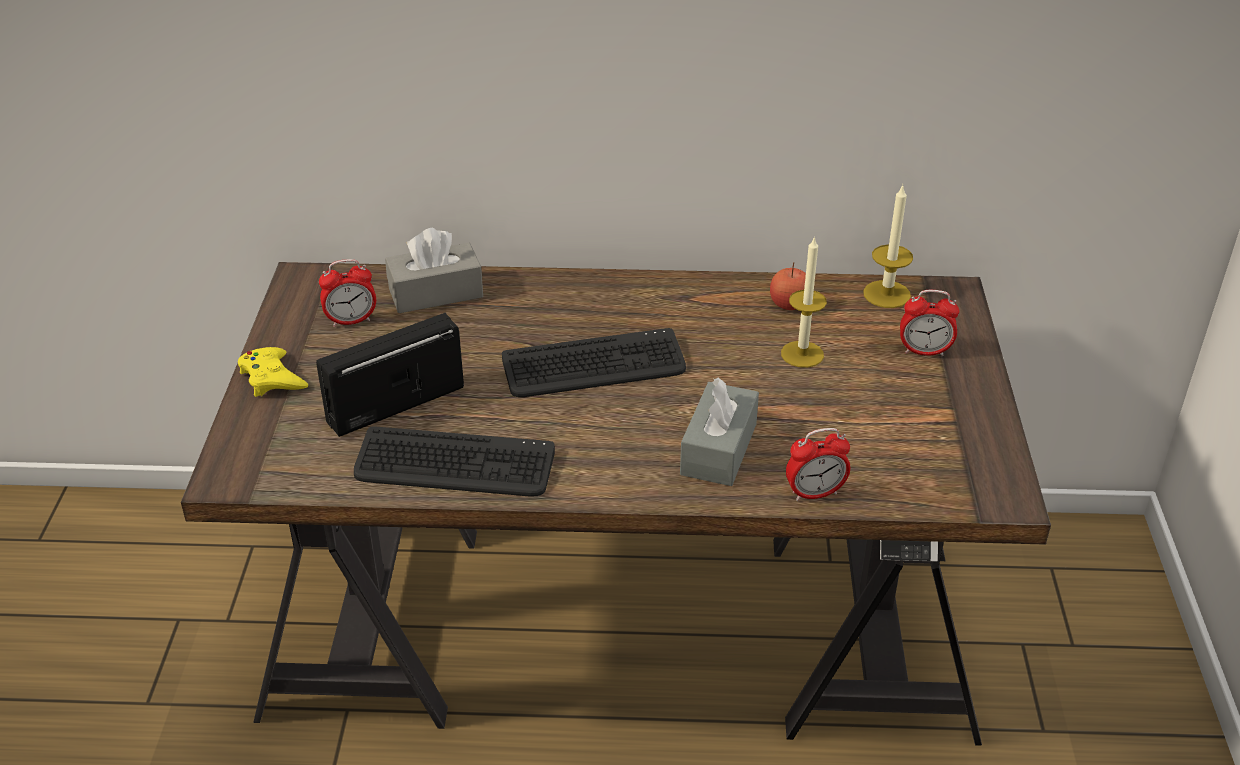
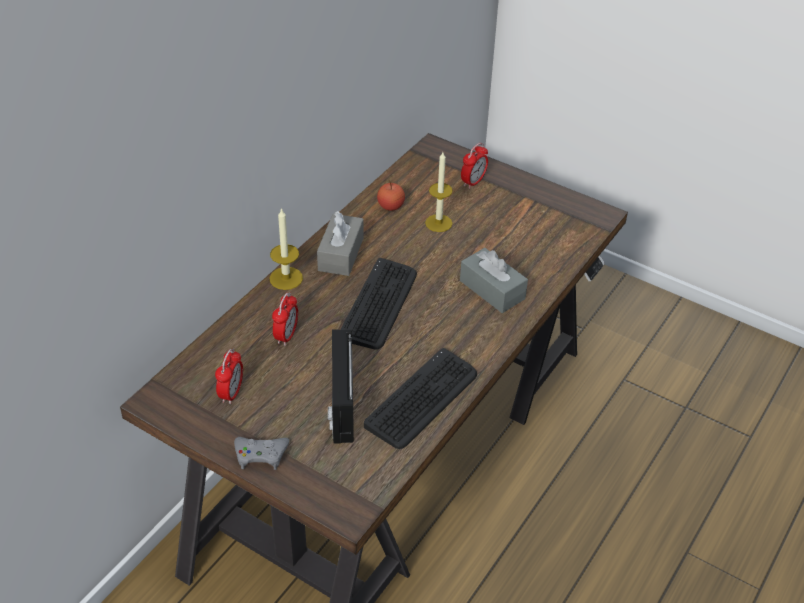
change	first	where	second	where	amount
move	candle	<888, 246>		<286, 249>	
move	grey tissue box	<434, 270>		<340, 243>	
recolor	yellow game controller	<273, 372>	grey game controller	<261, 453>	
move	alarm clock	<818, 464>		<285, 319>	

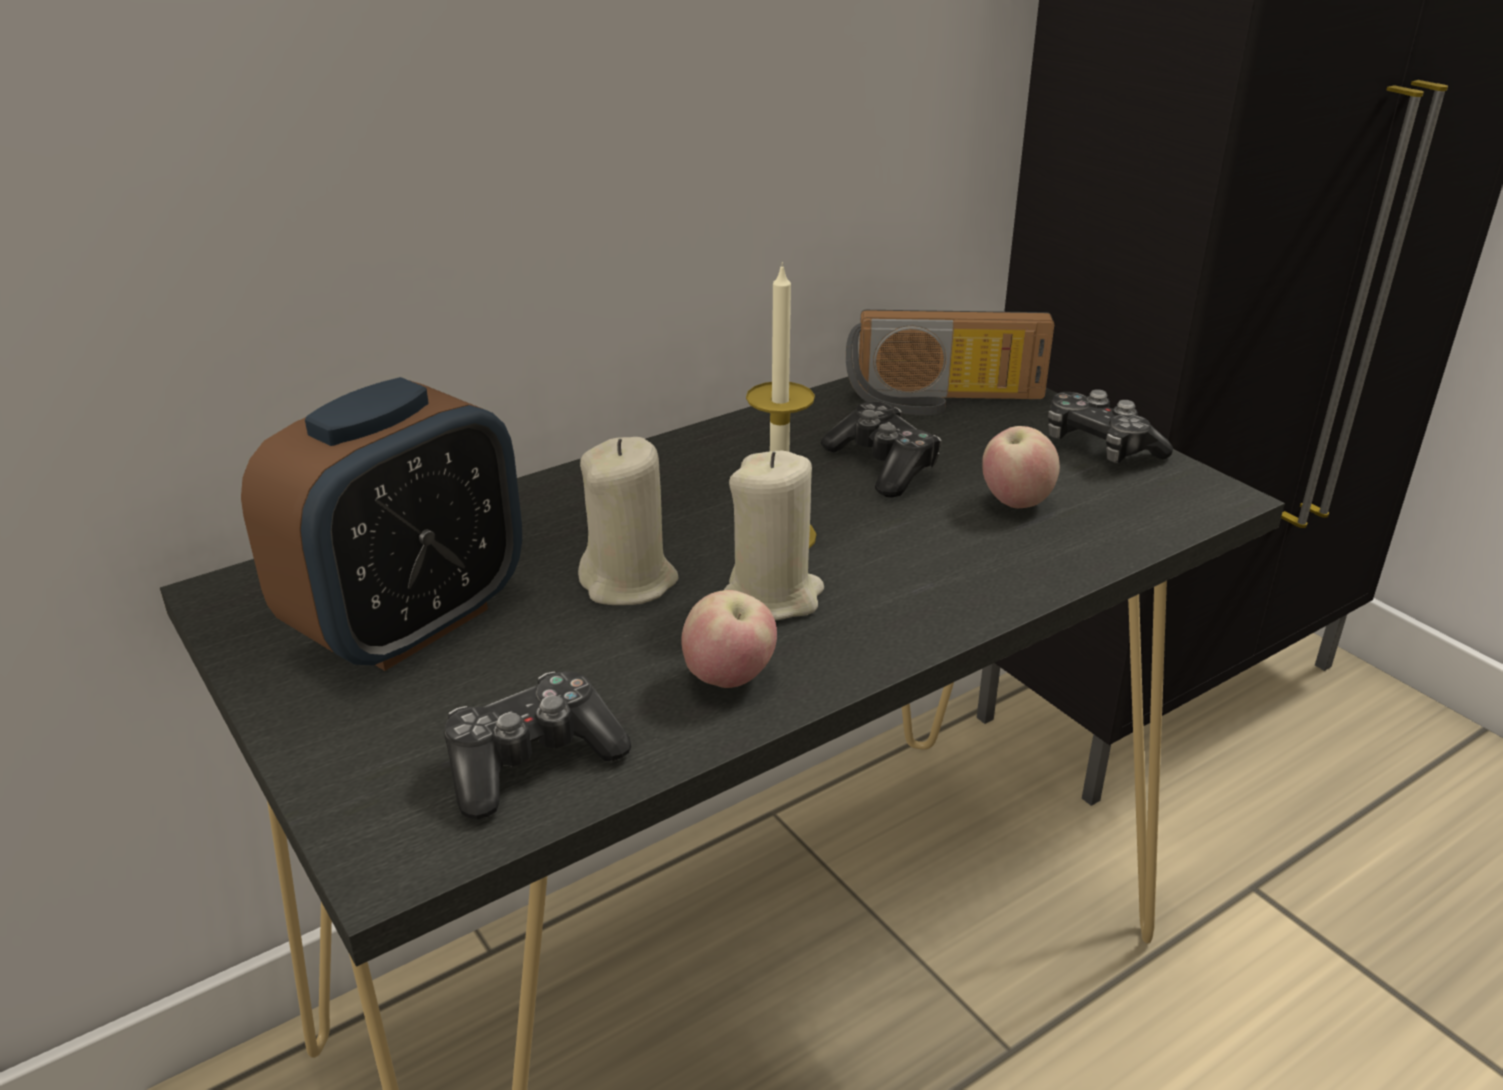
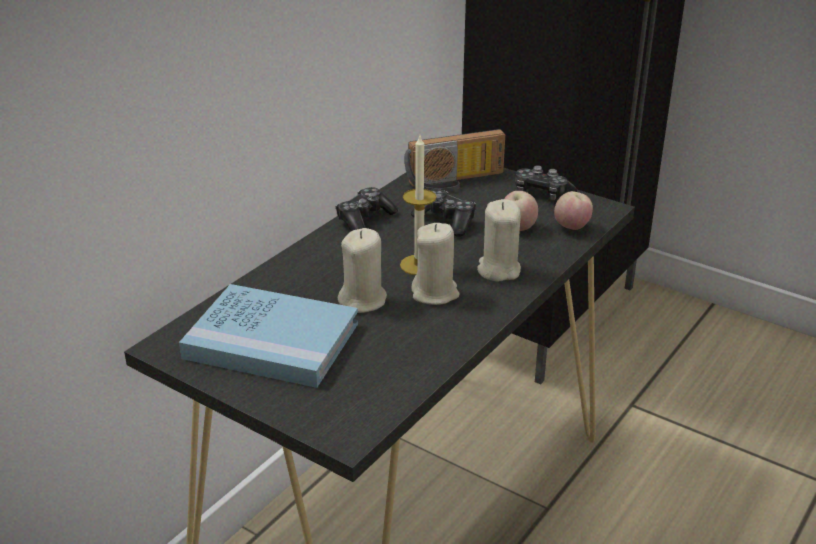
change	first	where	second	where	amount
replace	alarm clock	<381, 524>	blue book	<268, 336>	
move	apple	<729, 639>		<573, 210>	
move	game controller	<537, 745>		<366, 209>	
insert			beige candle	<499, 240>	

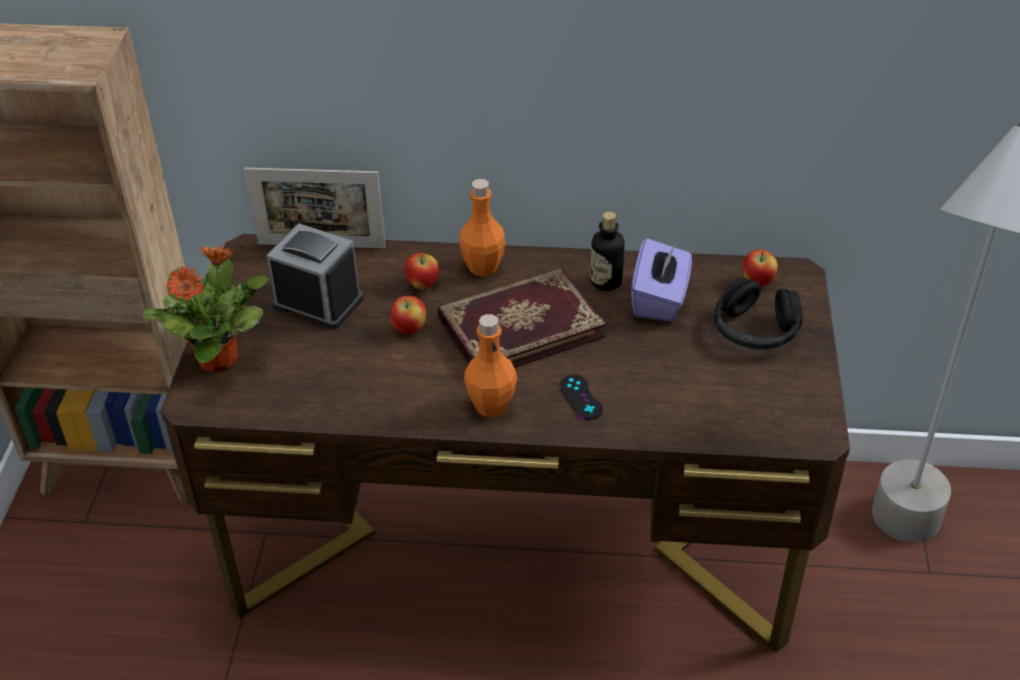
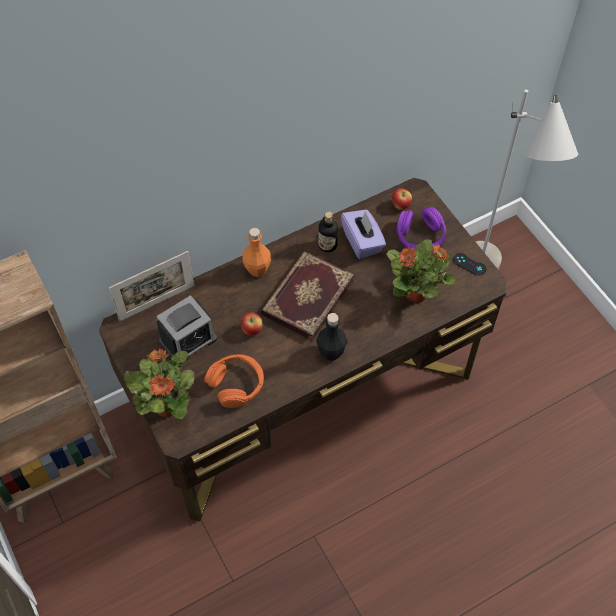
change	first	where	second	where	amount
rotate	alarm clock	<314, 276>		<187, 330>	150 degrees clockwise
delete	apple	<421, 271>			
recolor	black headphones	<758, 313>	purple headphones	<421, 228>	
recolor	orange bottle	<490, 365>	black bottle	<331, 336>	
move	black game controller	<581, 397>		<469, 264>	
insert			potted plant	<421, 271>	
insert			orange headphones	<234, 381>	

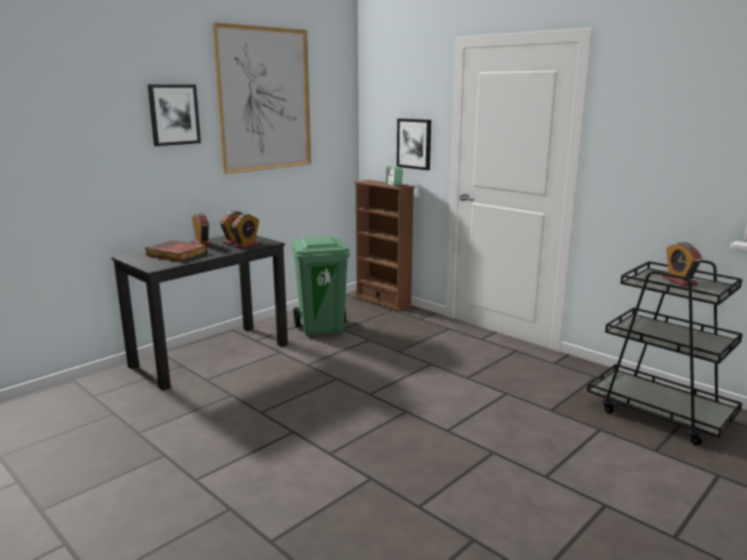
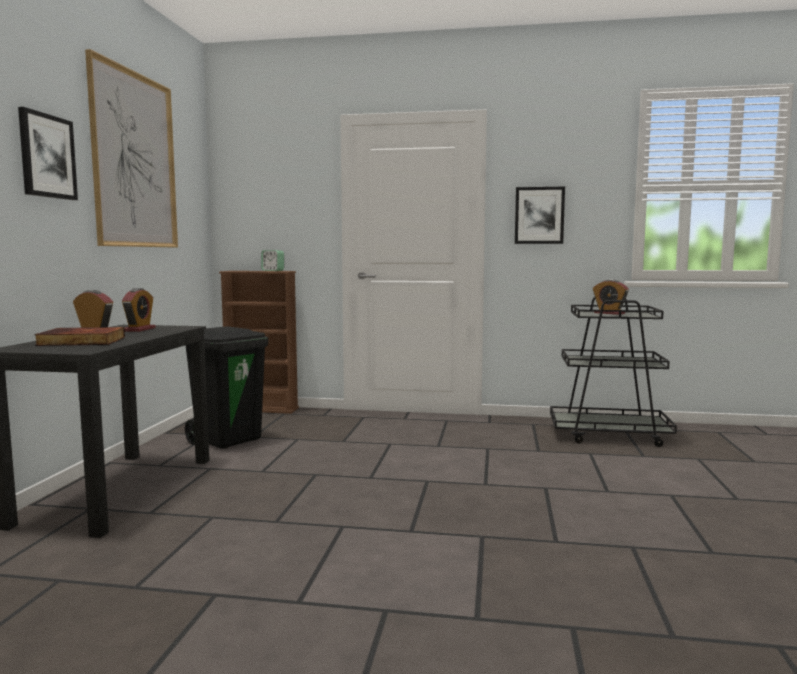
change	first	where	second	where	amount
move	picture	<414, 144>		<540, 215>	
delete	alarm clock	<245, 231>			
recolor	green trash can	<320, 286>	black trash can	<226, 387>	

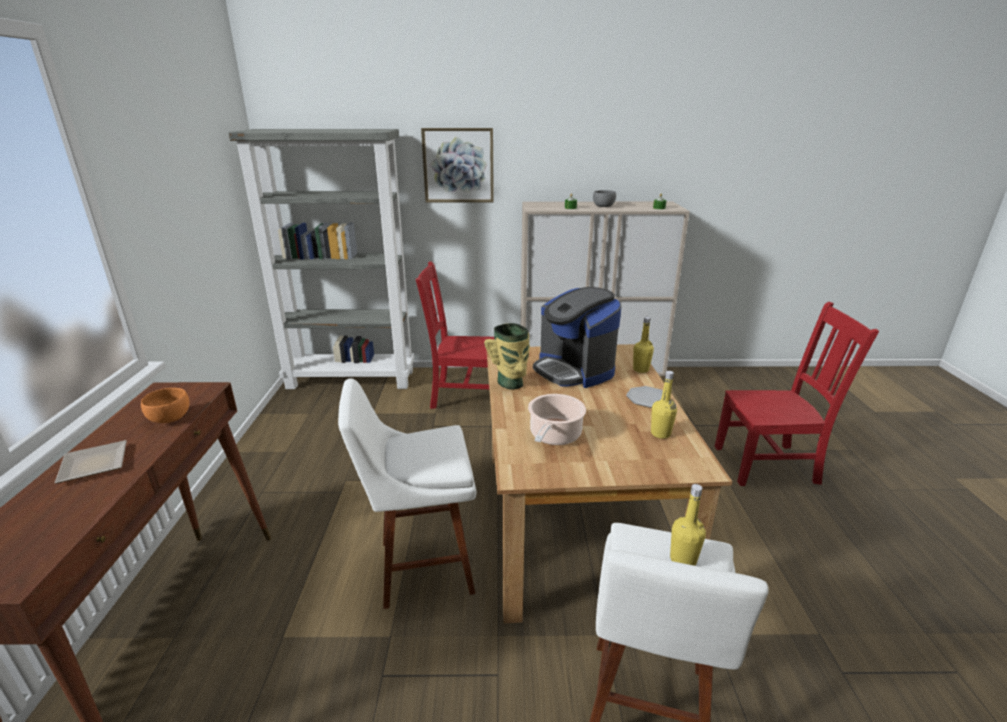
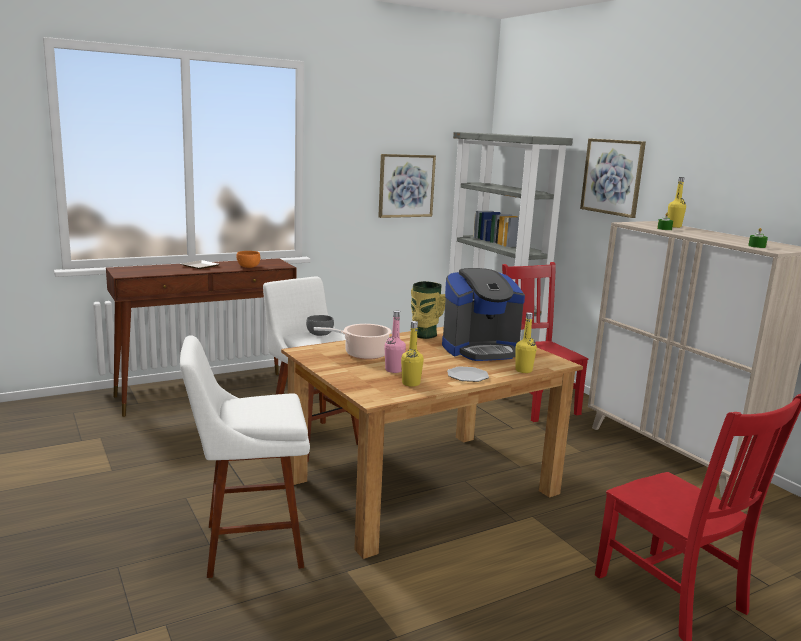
change	first	where	second	where	amount
move	grey bowl	<604, 198>		<320, 325>	
rotate	coffee machine	<577, 337>		<483, 314>	135 degrees counterclockwise
move	yellow bottle	<688, 525>		<676, 202>	
insert			picture	<407, 186>	
insert			pink bottle	<395, 342>	

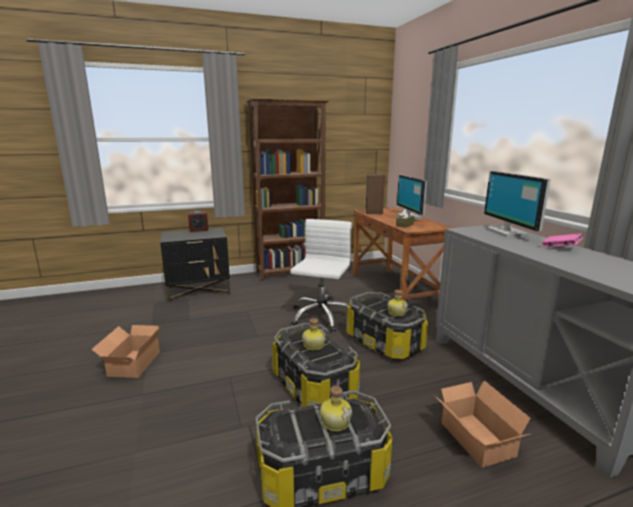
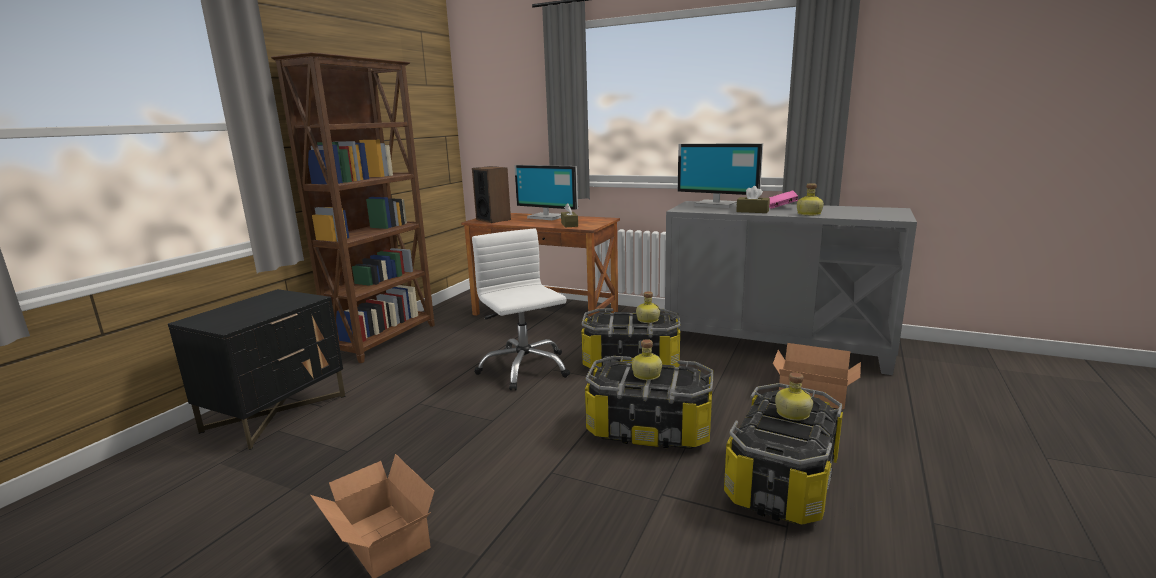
change	first	where	second	where	amount
delete	alarm clock	<198, 221>			
insert			bottle	<810, 199>	
insert			brown tissue box	<753, 199>	

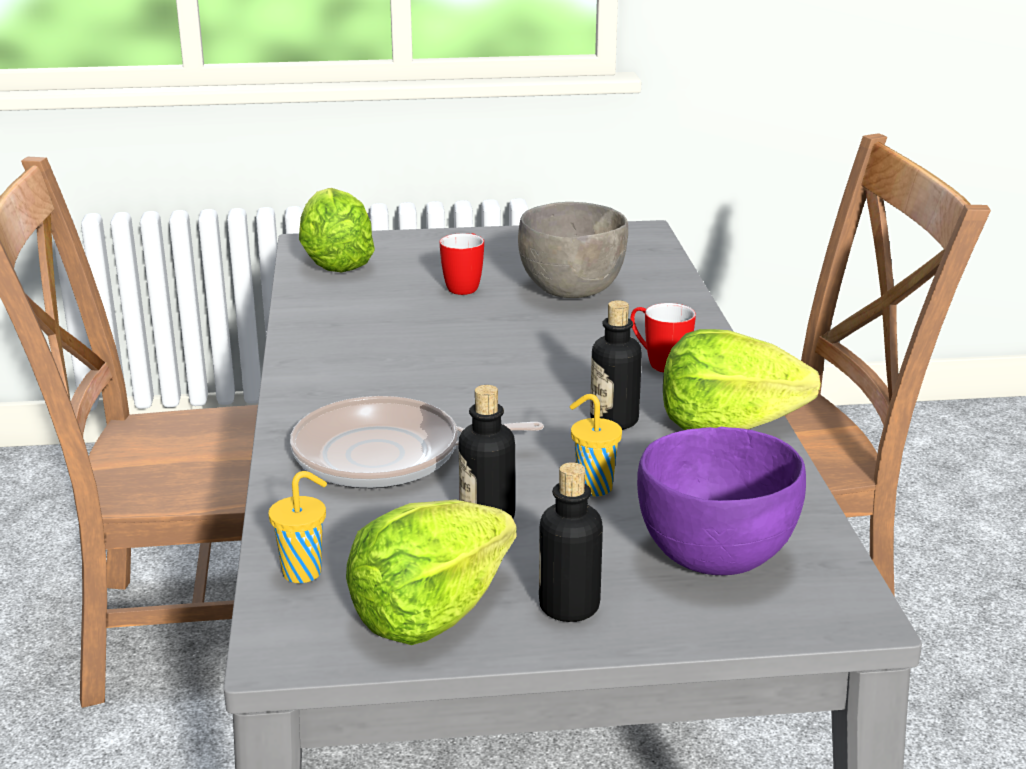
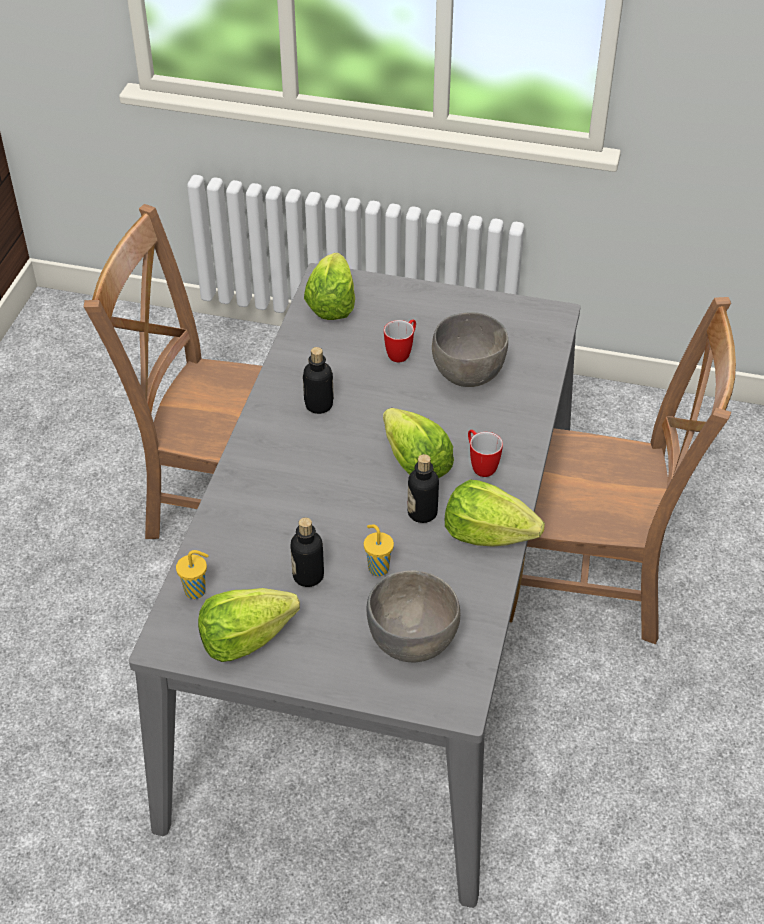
change	first	where	second	where	amount
delete	frying pan	<417, 442>			
recolor	purple bowl	<721, 501>	grey bowl	<413, 616>	
move	bottle	<571, 542>		<318, 380>	
insert			lettuce	<418, 443>	

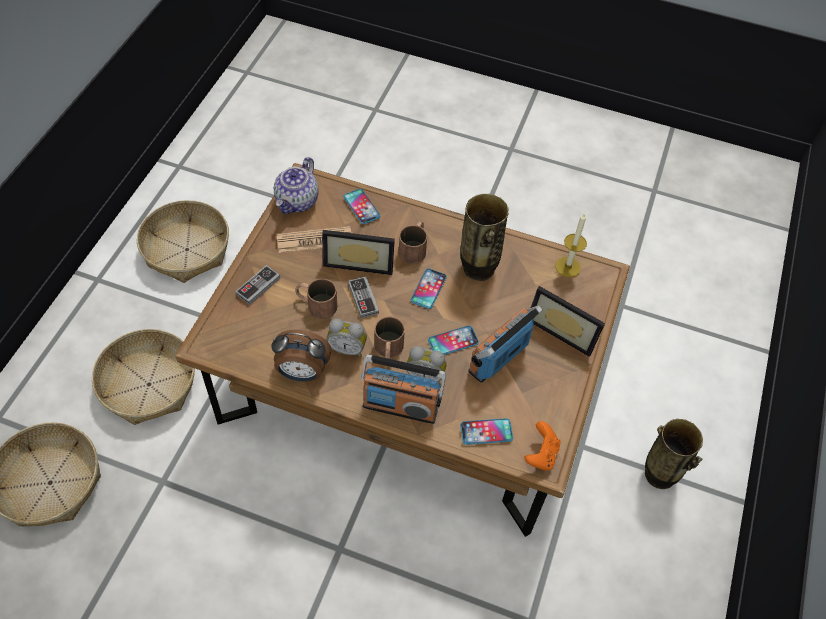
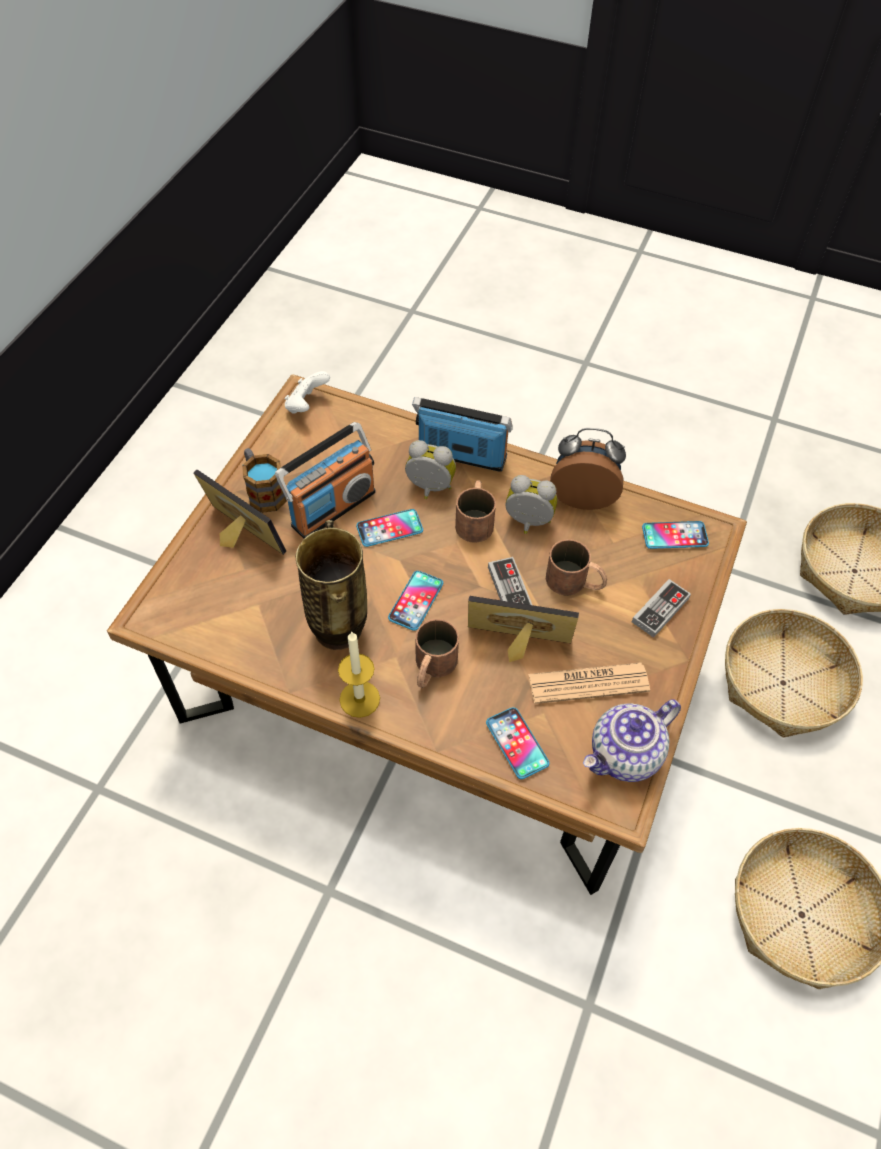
change	first	where	second	where	amount
rotate	teapot	<296, 185>		<632, 740>	150 degrees counterclockwise
move	candle	<571, 245>		<359, 674>	
move	phone	<486, 431>		<675, 535>	
delete	vase	<674, 454>			
recolor	orange game controller	<542, 445>	white game controller	<307, 392>	
insert			mug	<264, 480>	

